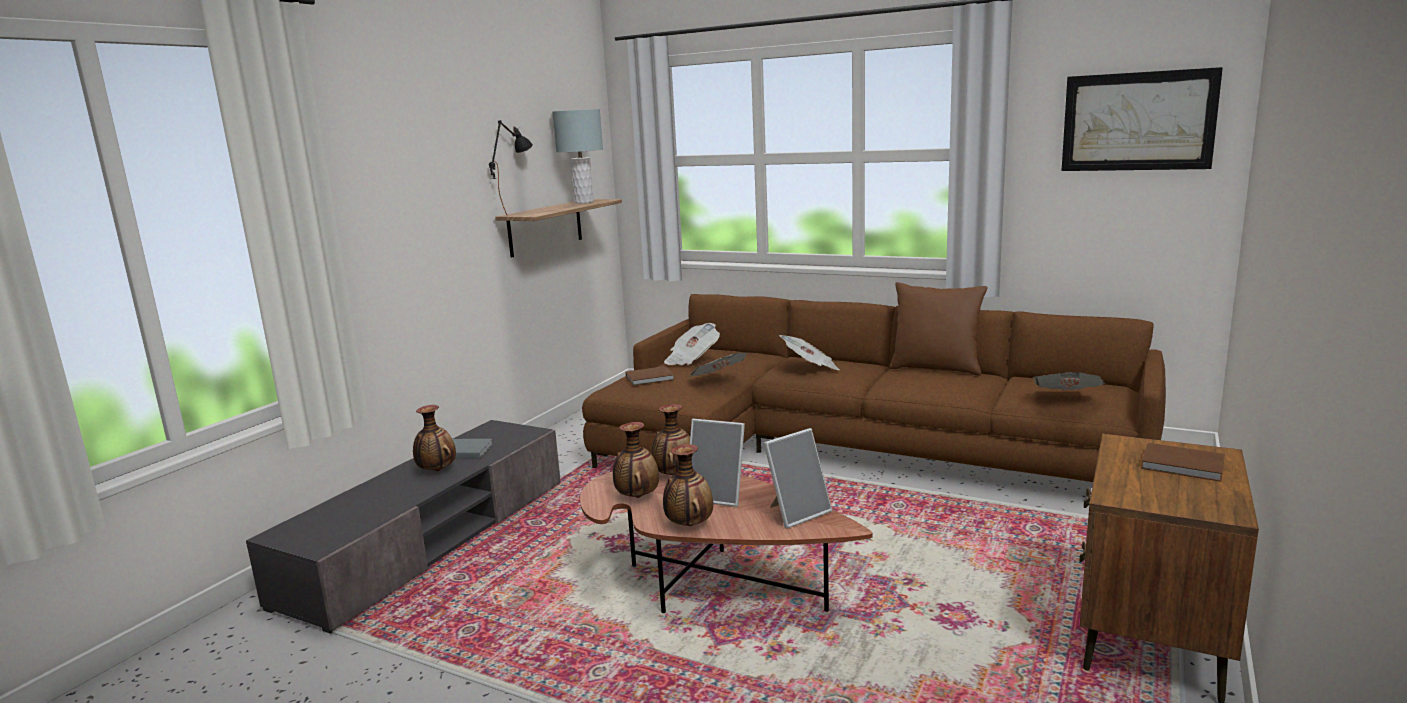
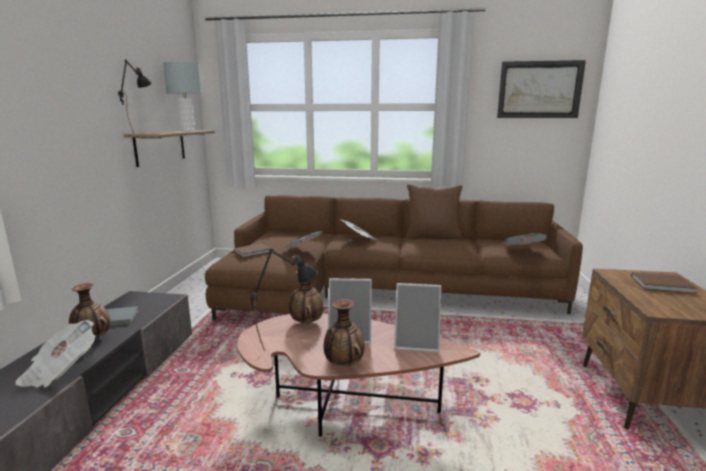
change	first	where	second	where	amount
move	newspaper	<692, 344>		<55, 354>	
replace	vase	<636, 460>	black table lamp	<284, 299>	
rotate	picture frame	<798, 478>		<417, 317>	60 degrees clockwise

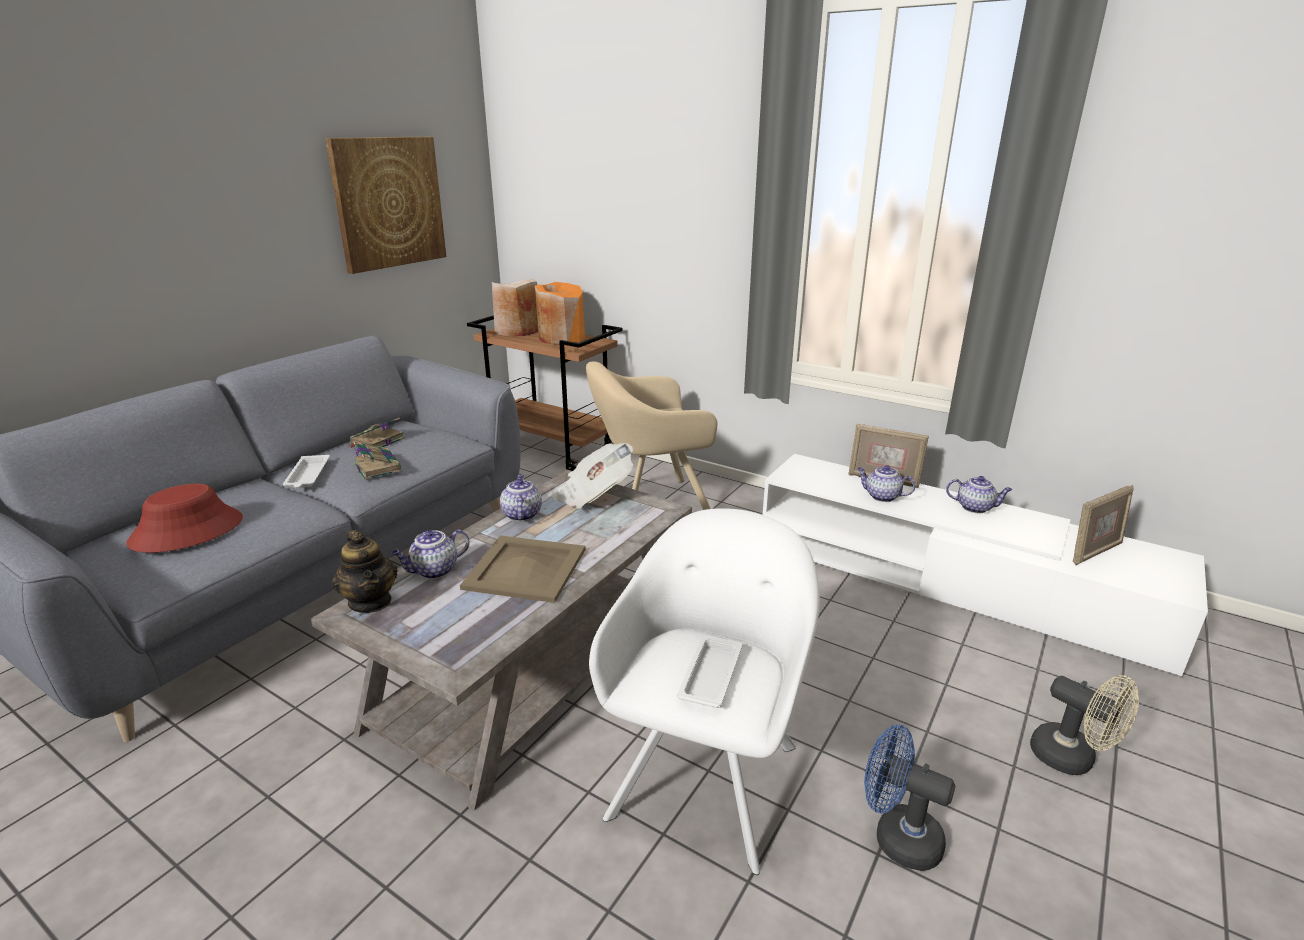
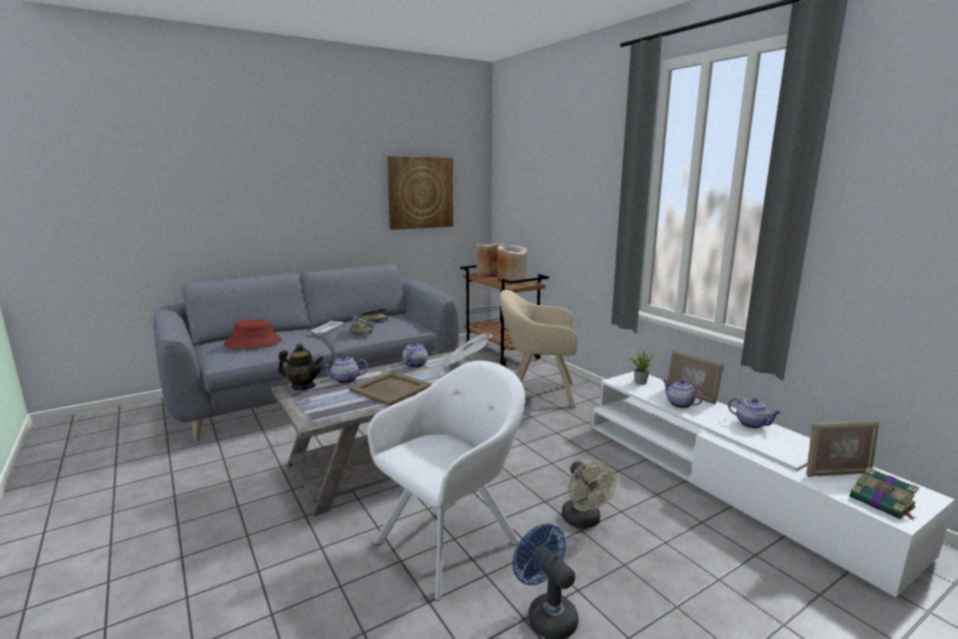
change	first	where	second	where	amount
recolor	orange vase	<560, 313>	beige vase	<512, 264>	
rotate	teapot	<365, 571>		<301, 366>	75 degrees counterclockwise
delete	white tray	<709, 671>			
move	beige fan	<1084, 725>		<589, 495>	
insert			potted plant	<643, 366>	
insert			book	<884, 493>	

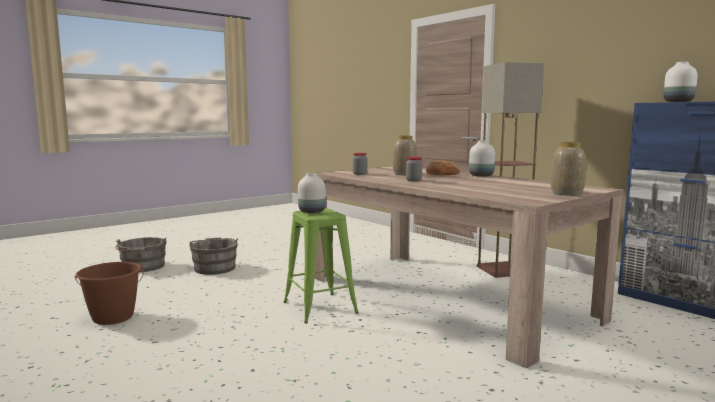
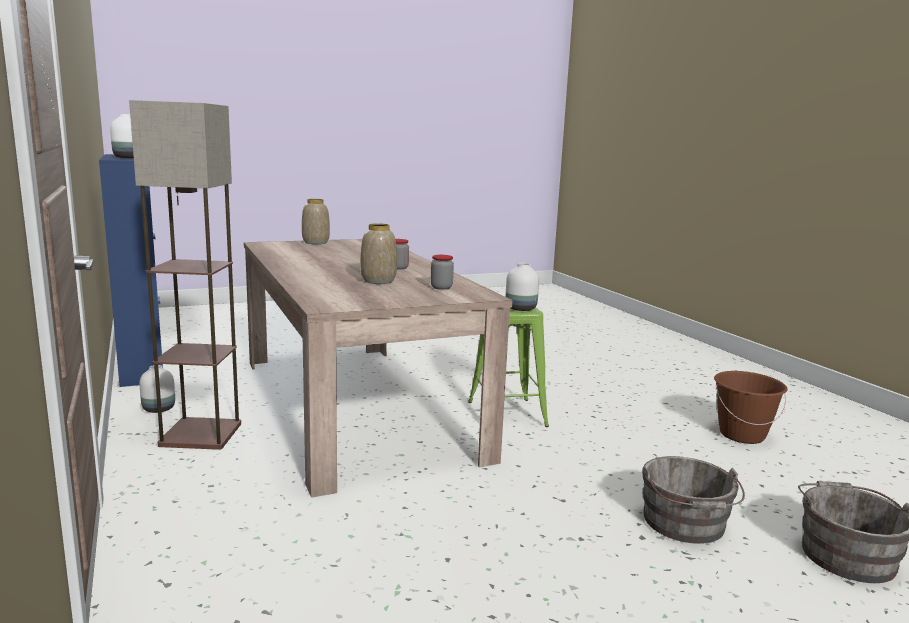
change	first	where	second	where	amount
move	white vase	<482, 159>		<157, 389>	
delete	bread	<443, 167>			

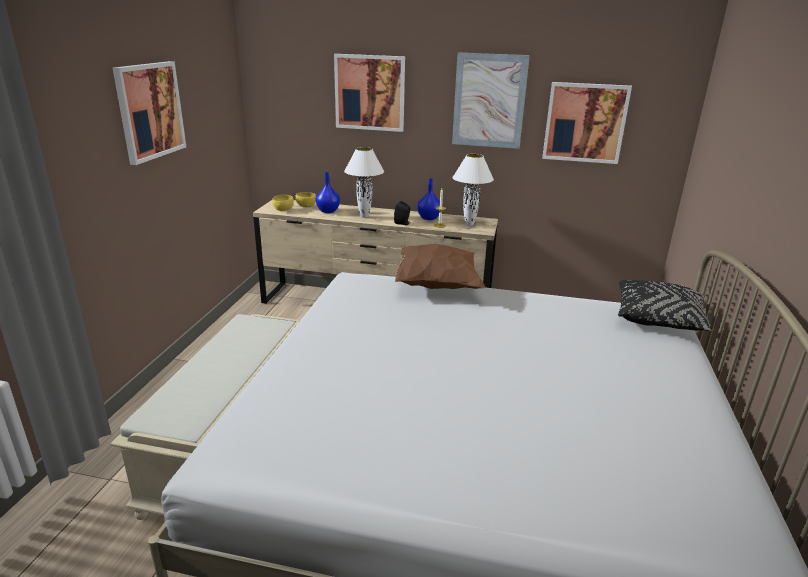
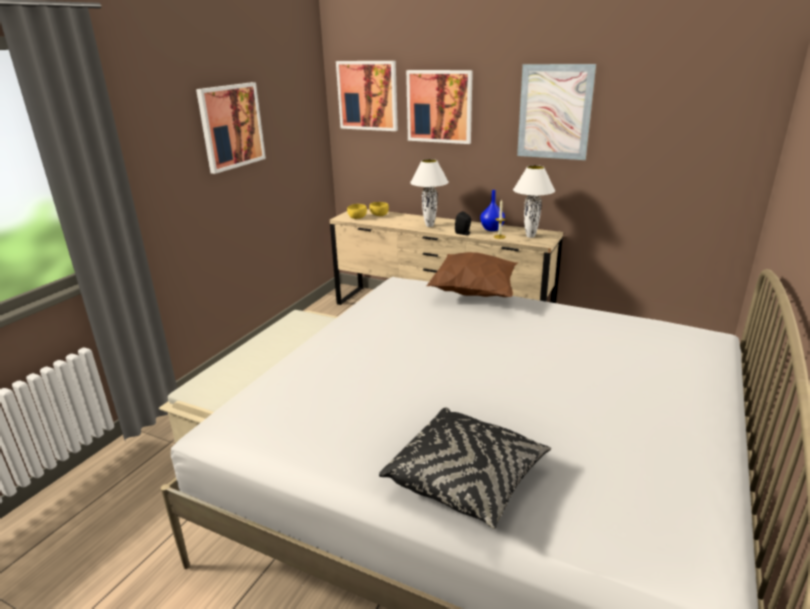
change	first	where	second	where	amount
move	picture	<587, 123>		<367, 96>	
delete	blue vase	<328, 192>			
move	black pillow	<665, 305>		<465, 468>	

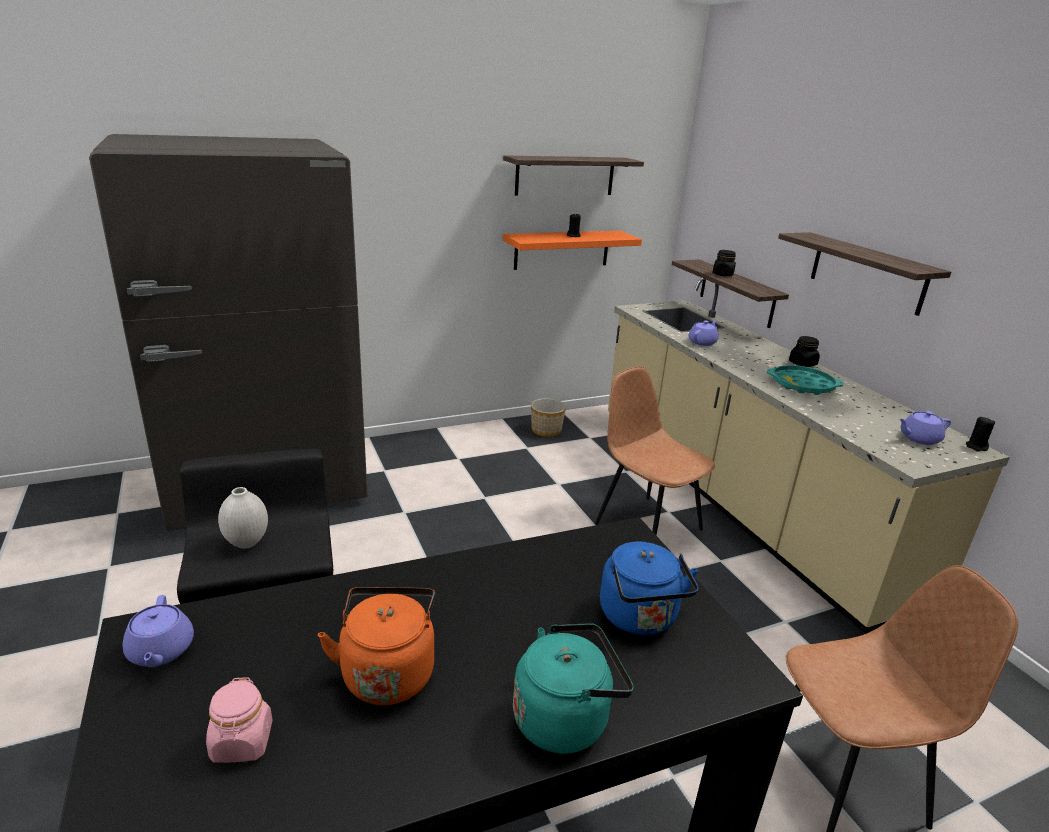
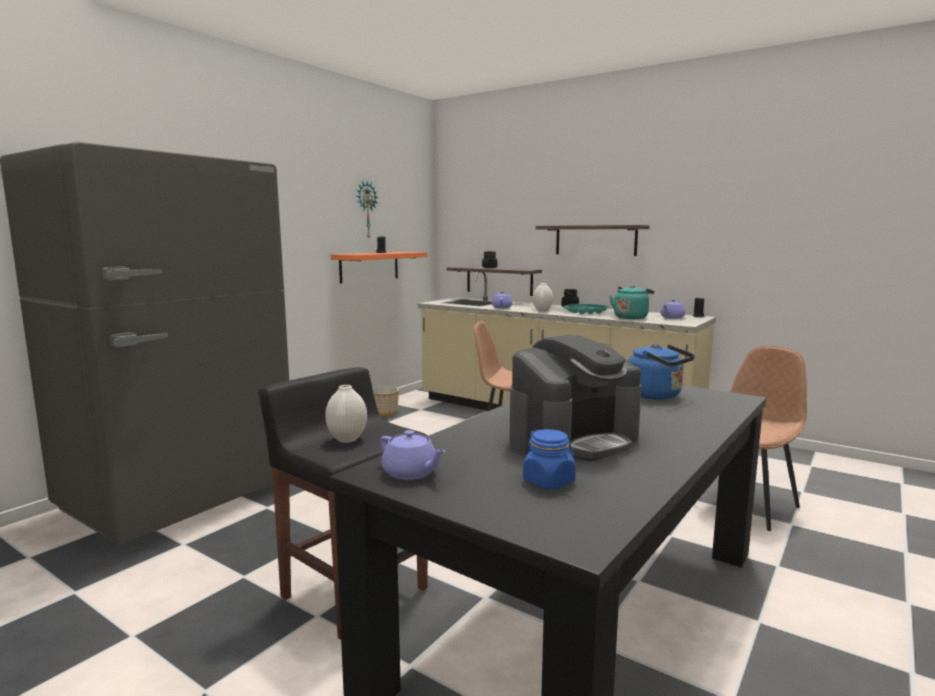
change	first	where	second	where	amount
replace	shelf	<573, 175>	wall clock	<367, 209>	
replace	orange kettle	<376, 646>	coffee machine	<575, 398>	
move	turquoise kettle	<573, 688>		<631, 302>	
recolor	pink jar	<239, 720>	blue jar	<549, 459>	
insert			white vase	<543, 297>	

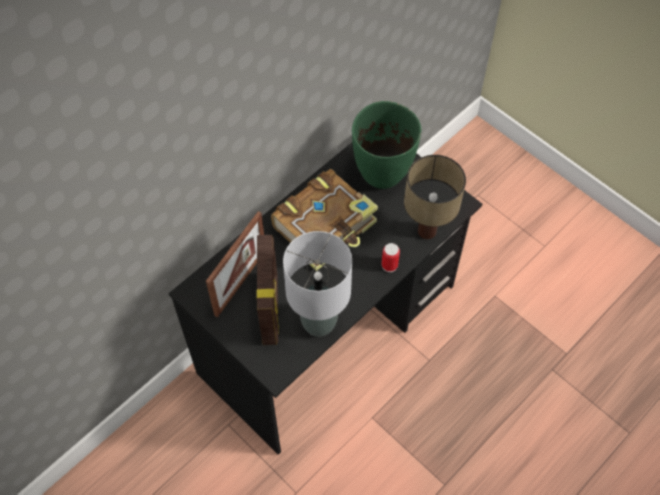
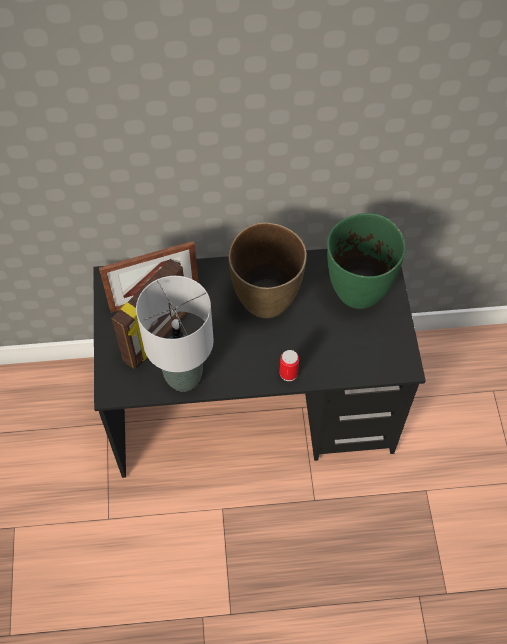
change	first	where	second	where	amount
delete	table lamp	<435, 197>			
replace	book	<324, 220>	brown vase	<267, 270>	

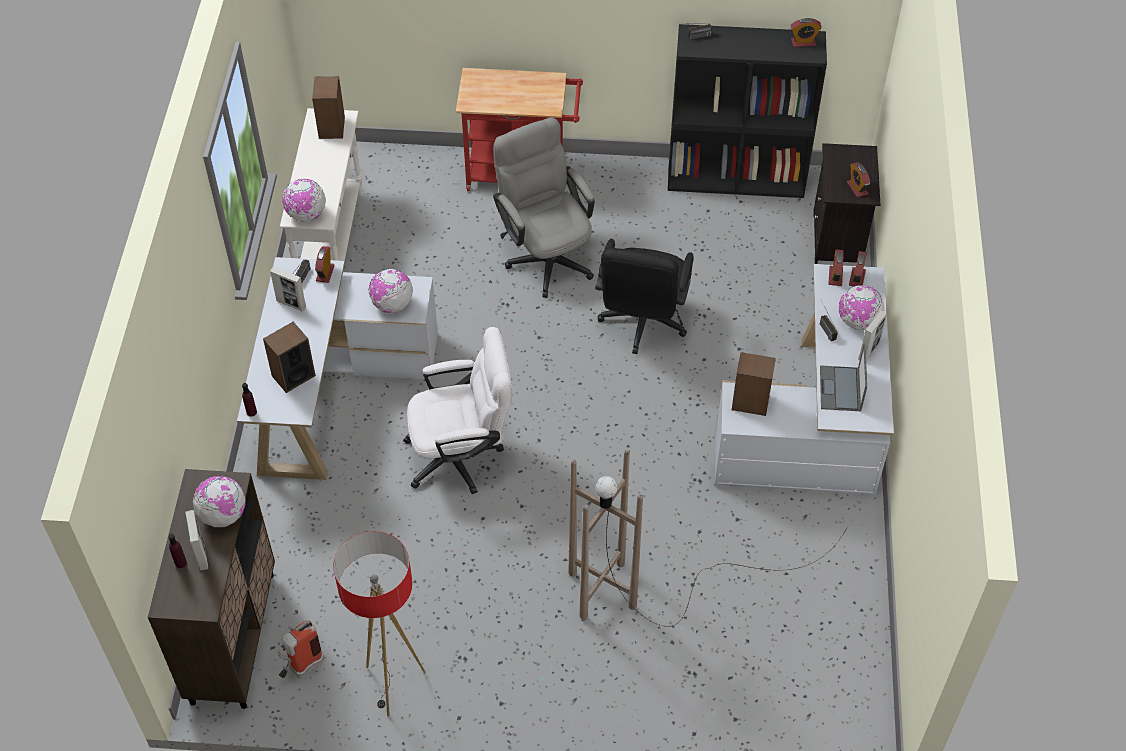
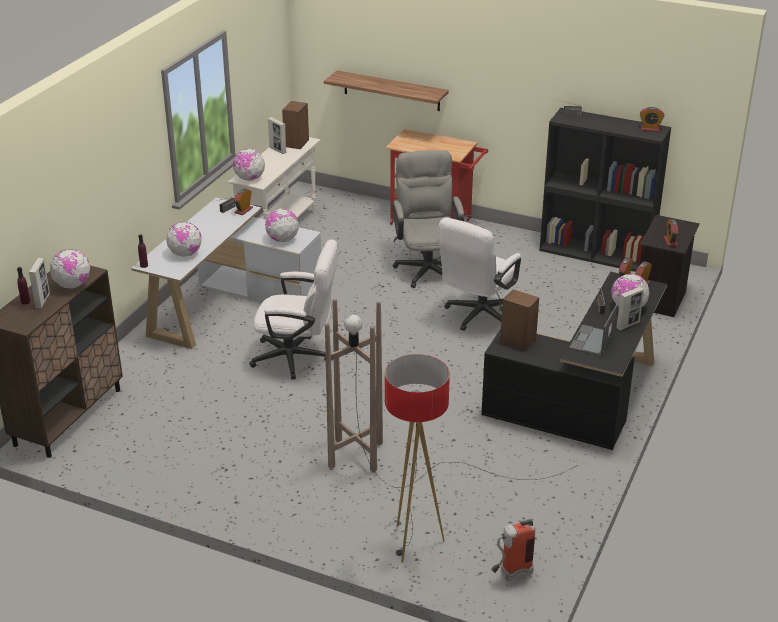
change	first	where	second	where	amount
recolor	black office chair	<644, 296>	white office chair	<479, 274>	
recolor	white desk	<804, 379>	black desk	<574, 361>	
move	picture frame	<288, 289>		<277, 135>	
replace	speaker	<289, 357>	globe	<184, 239>	
move	floor lamp	<379, 623>		<417, 458>	
move	fire extinguisher	<301, 649>		<513, 549>	
insert			shelf	<386, 90>	

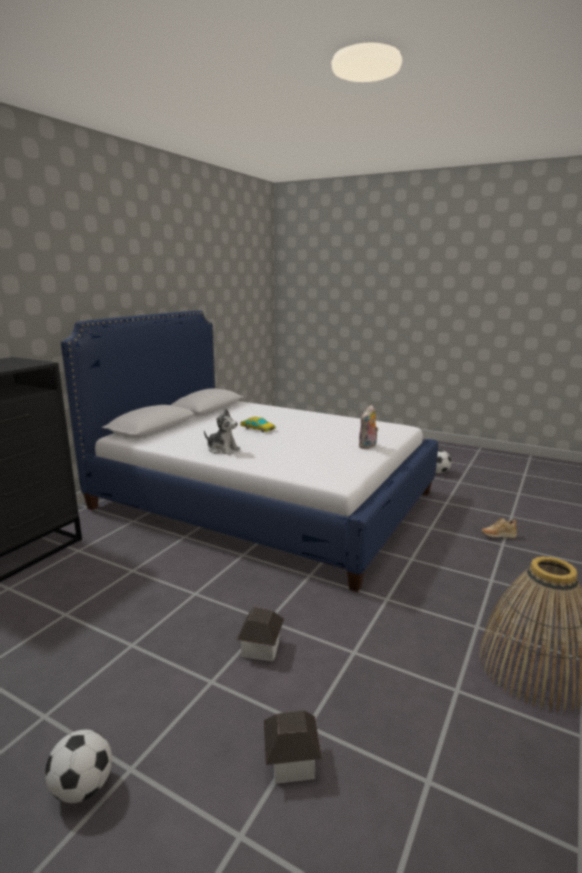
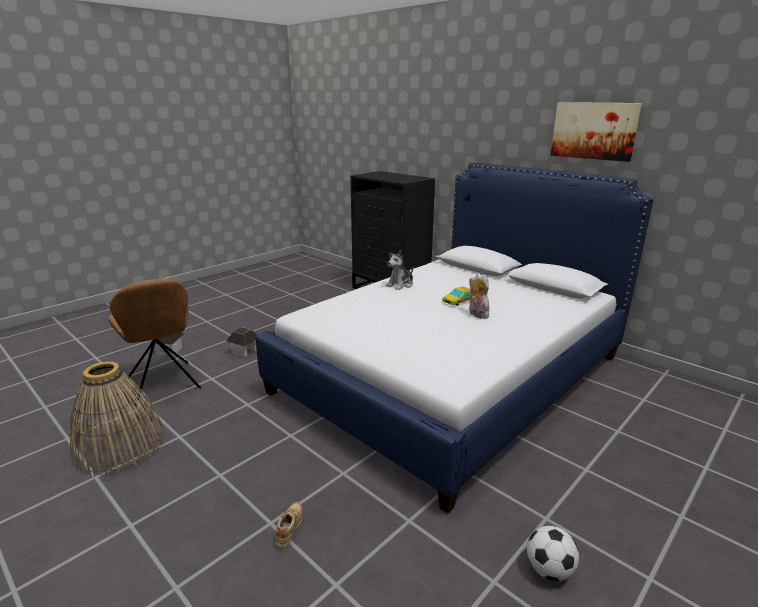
change	first	where	second	where	amount
move	plush toy	<368, 427>		<480, 296>	
delete	football	<78, 766>			
insert			picture	<596, 132>	
insert			brown chair	<154, 342>	

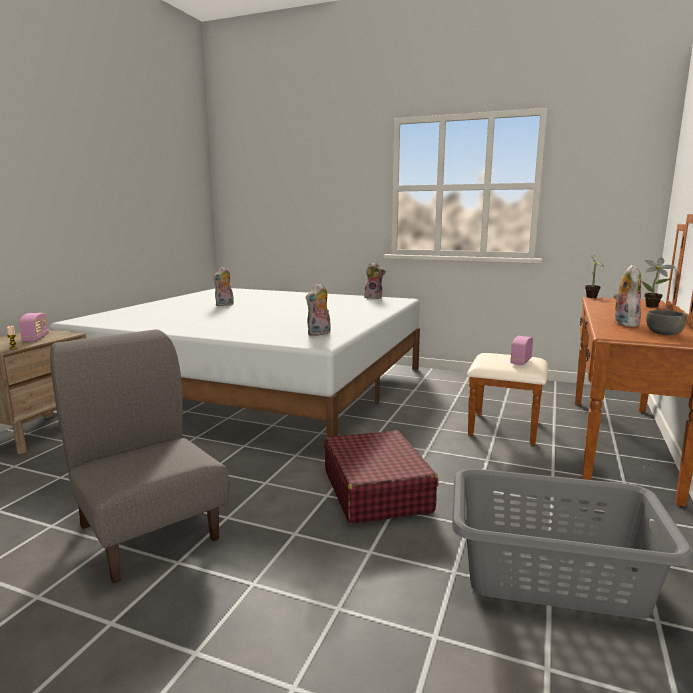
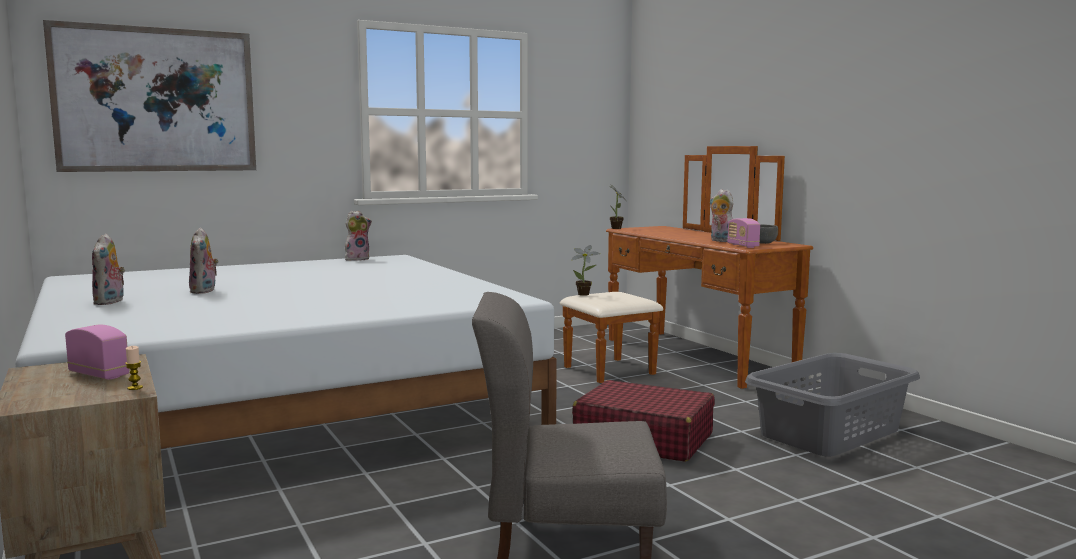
change	first	where	second	where	amount
move	potted plant	<659, 283>		<585, 270>	
move	plush toy	<318, 309>		<108, 269>	
move	radio	<521, 350>		<744, 233>	
insert			picture	<149, 96>	

